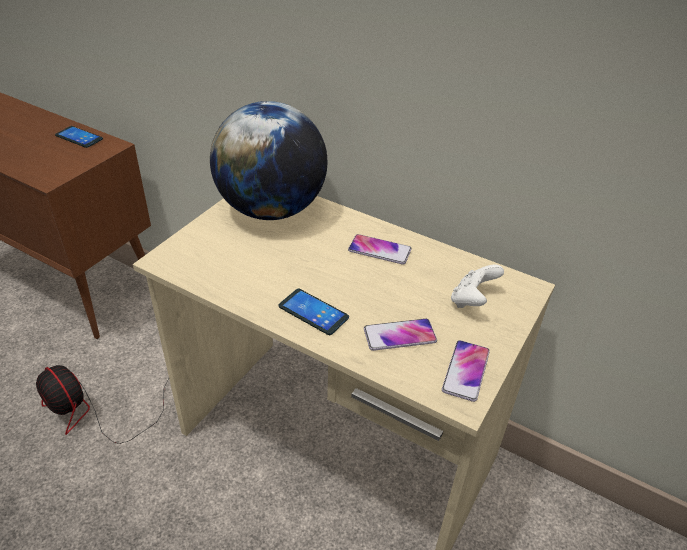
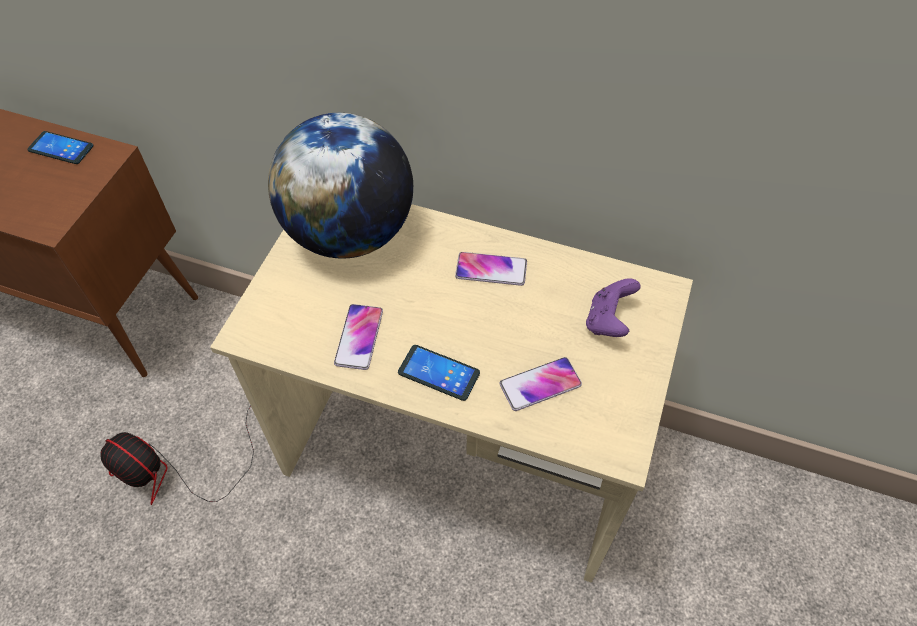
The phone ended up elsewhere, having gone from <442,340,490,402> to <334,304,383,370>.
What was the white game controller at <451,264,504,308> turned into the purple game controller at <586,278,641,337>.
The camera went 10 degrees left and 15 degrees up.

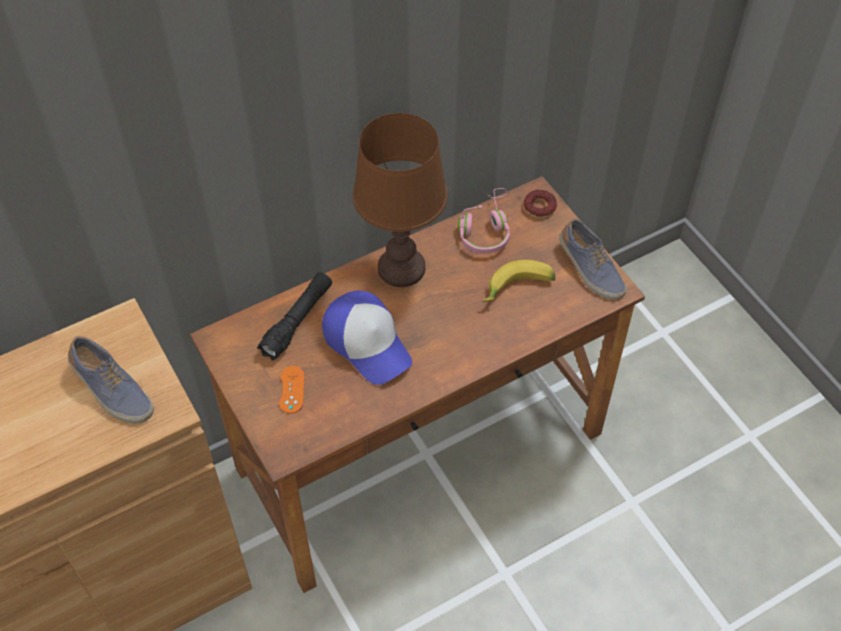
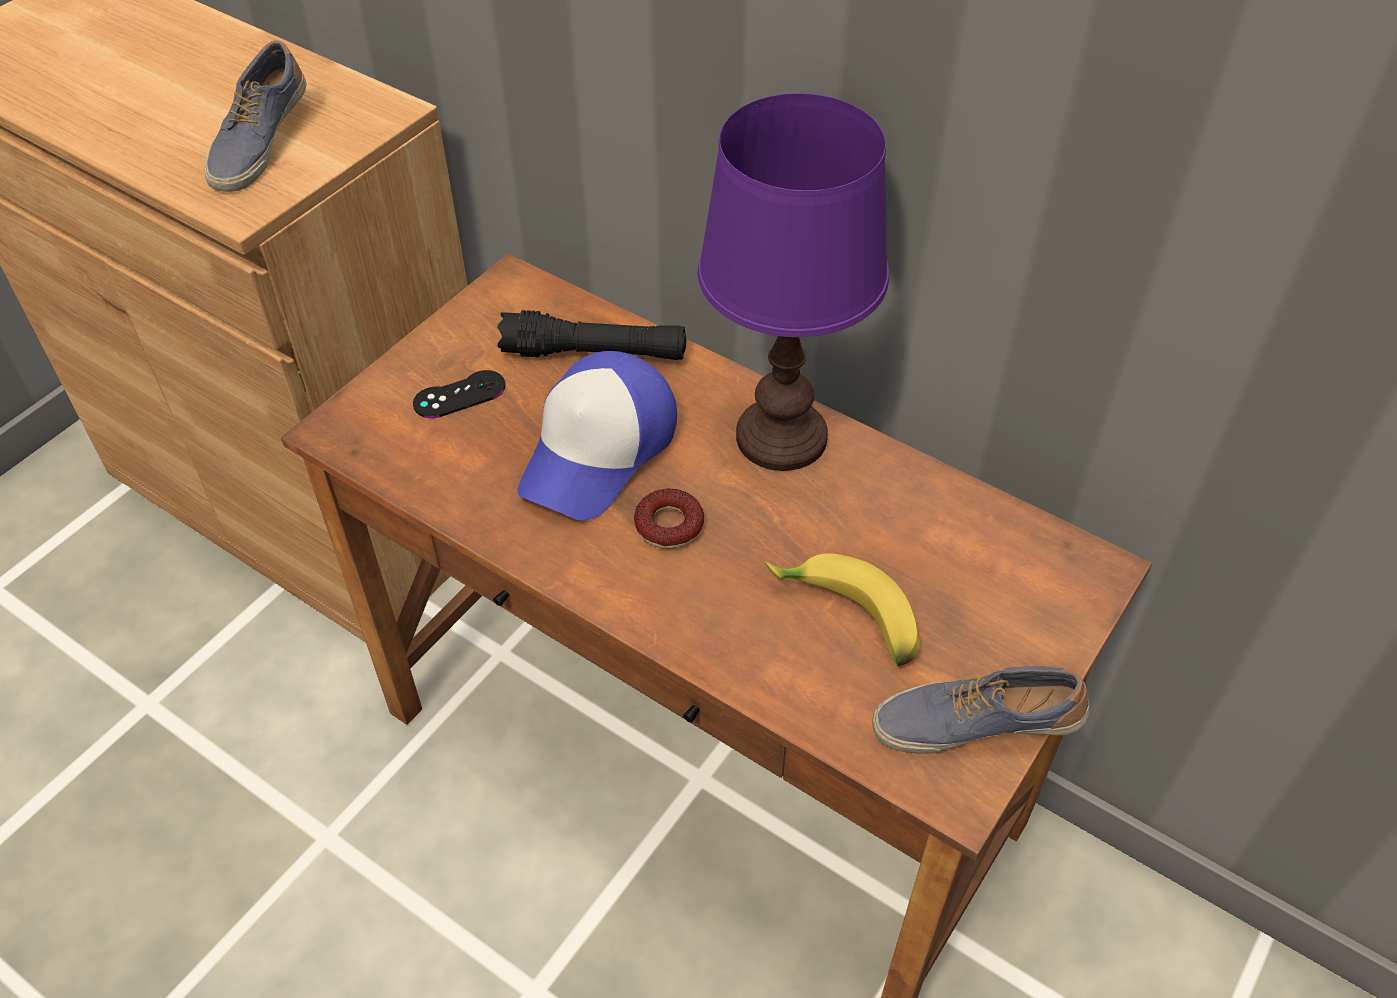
What was the orange game controller at <279,366,305,414> turned into the black game controller at <413,370,505,418>.
What was the brown table lamp at <353,113,448,287> turned into the purple table lamp at <698,93,889,471>.
The second view lost the pink headphones at <458,188,510,254>.
The donut ended up elsewhere, having gone from <523,190,557,218> to <634,488,704,549>.
The shoe at <559,219,627,300> ended up facing another way, 60 degrees clockwise from before.
The camera went 65 degrees right and 5 degrees down.

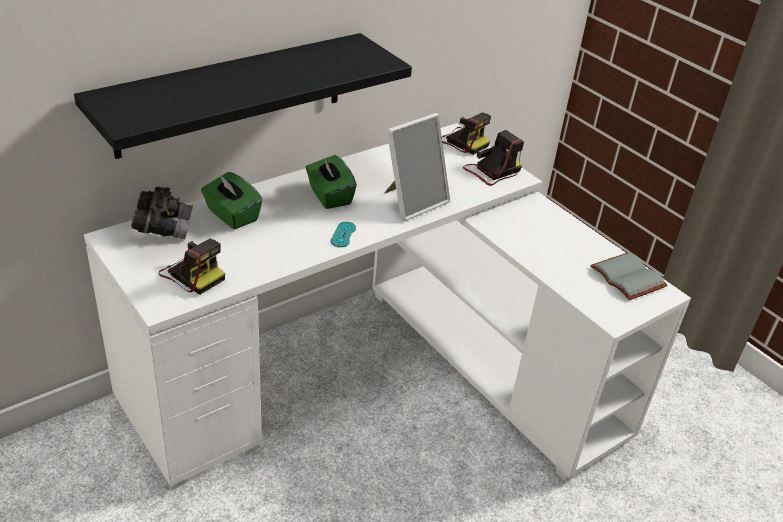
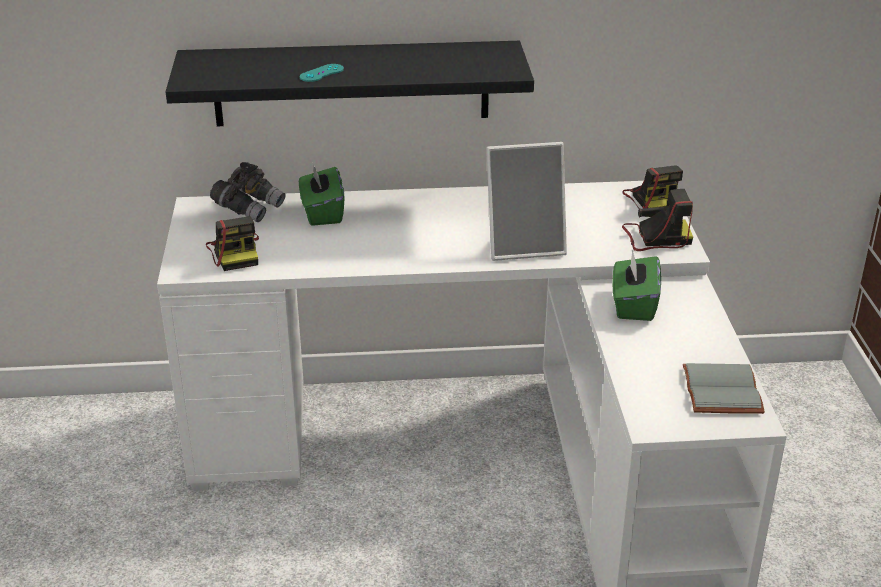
The green tissue box ended up elsewhere, having gone from <305,155,357,209> to <613,250,661,321>.
The turquoise game controller ended up elsewhere, having gone from <331,222,356,247> to <299,64,344,82>.
The camera went 35 degrees right and 5 degrees down.

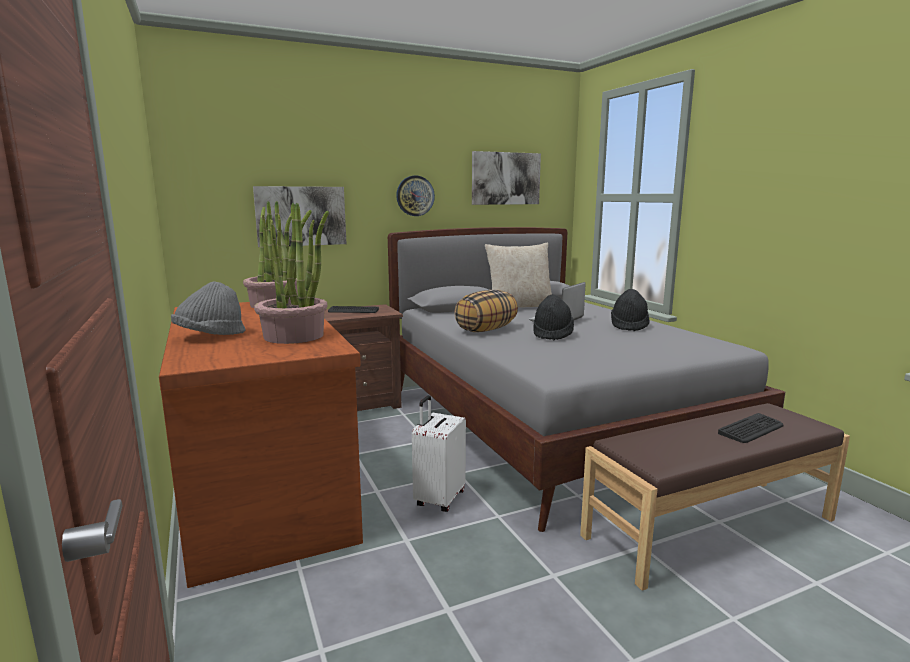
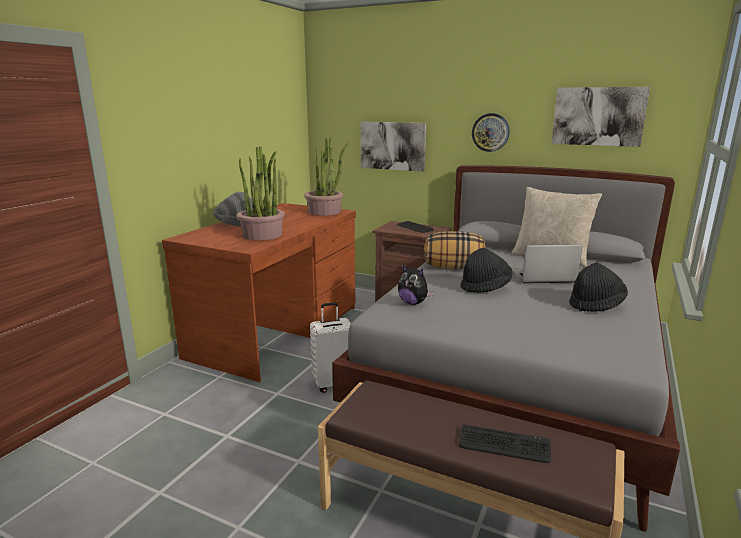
The second view gained the plush toy at <398,265,433,305>.
The camera went 50 degrees right and 5 degrees up.

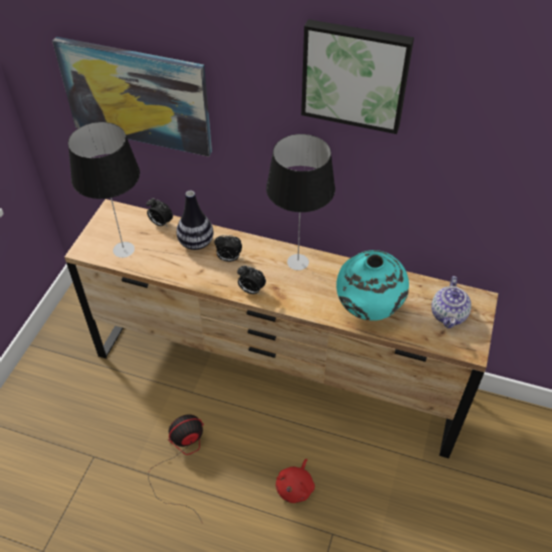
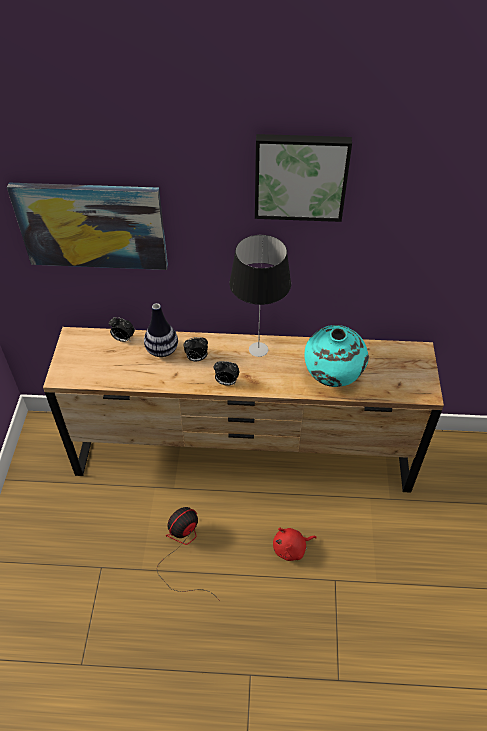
The second view lost the table lamp at <68,122,140,258>.
The red plush toy at <276,459,315,503> ended up facing another way, 60 degrees clockwise from before.
The second view lost the teapot at <431,276,471,328>.
The camera went 15 degrees left and 0 degrees up.

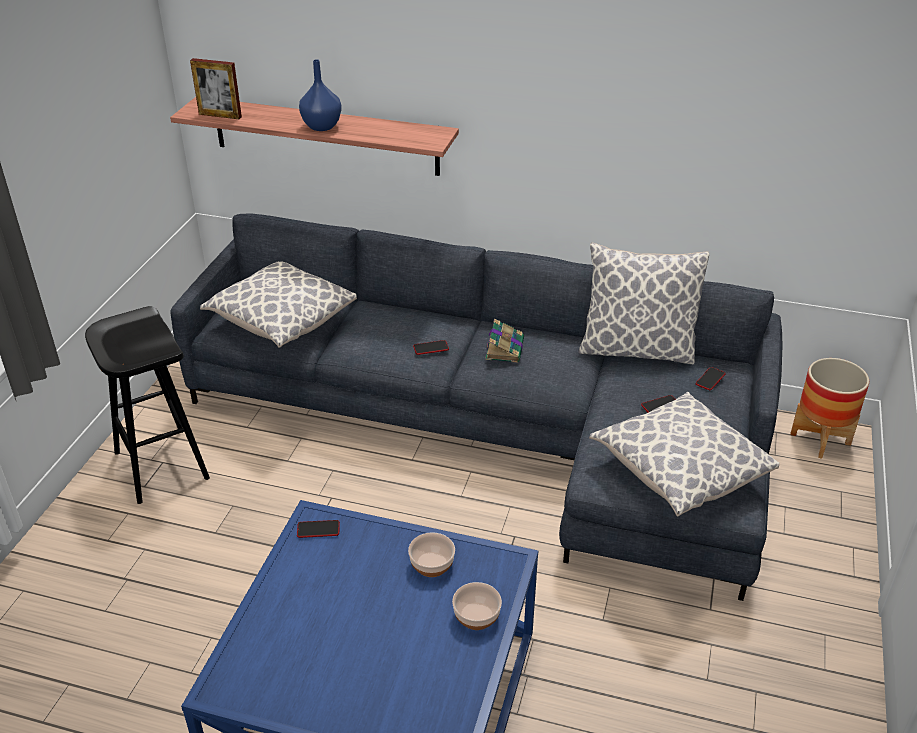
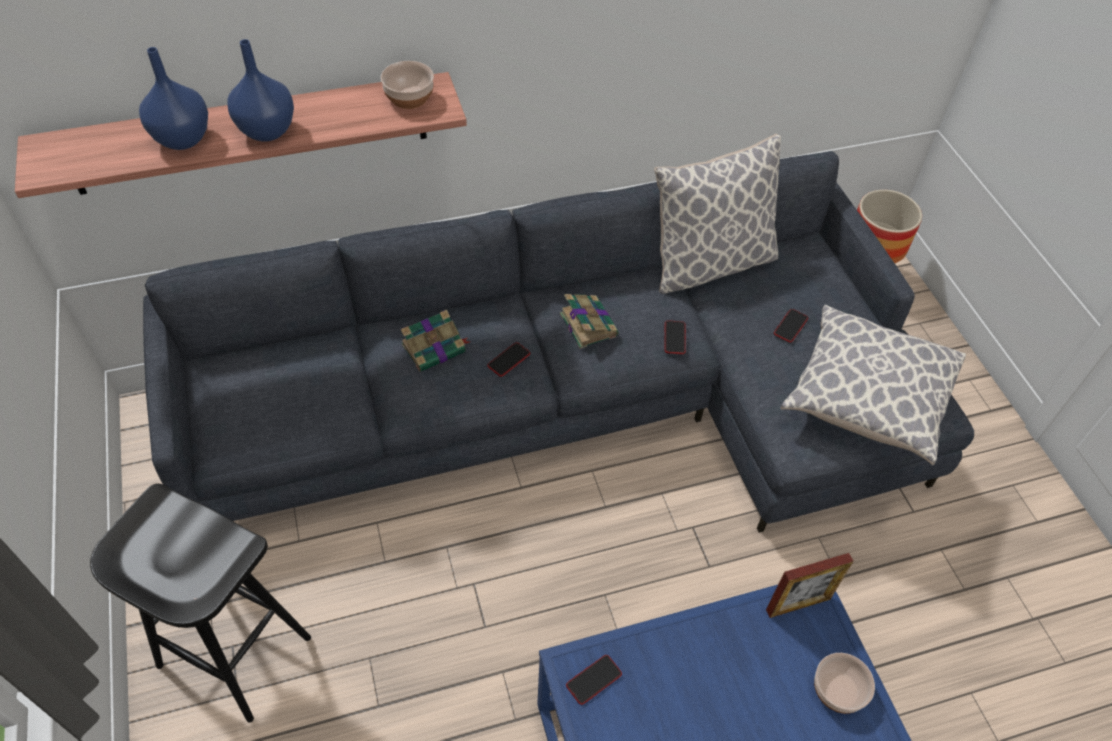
The picture frame ended up elsewhere, having gone from <190,58,242,119> to <766,553,854,618>.
The second view lost the pillow at <200,261,357,348>.
The bowl ended up elsewhere, having gone from <408,532,455,577> to <381,61,434,109>.
The phone ended up elsewhere, having gone from <696,367,725,390> to <664,320,686,354>.
The second view gained the blue vase at <139,47,208,150>.
The second view gained the book at <401,310,470,372>.
The camera went 35 degrees left and 15 degrees up.

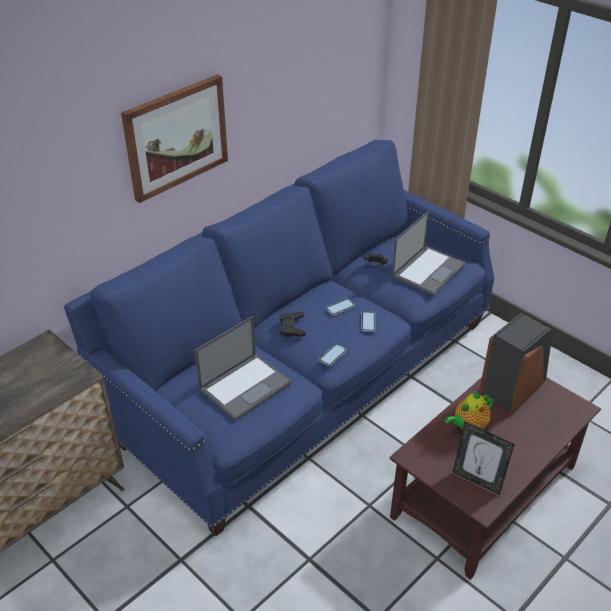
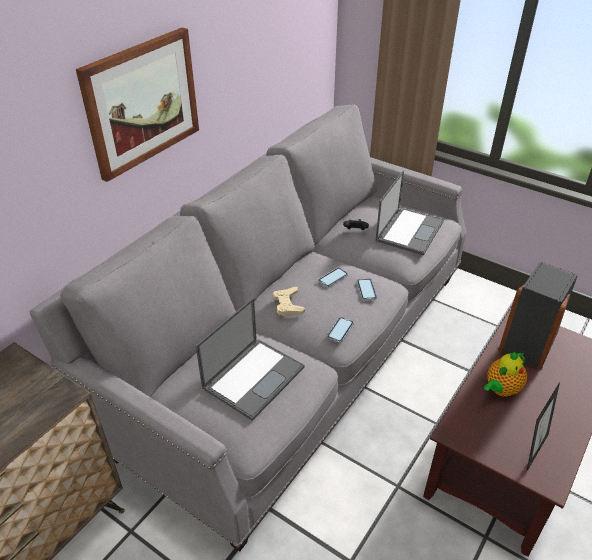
What was the blue sofa at <64,139,494,536> turned into the grey sofa at <29,104,466,552>.
What was the black game controller at <280,311,305,337> turned into the beige game controller at <273,287,305,316>.
The picture frame at <453,422,515,495> ended up facing another way, 75 degrees counterclockwise from before.
The camera went 10 degrees left and 0 degrees up.

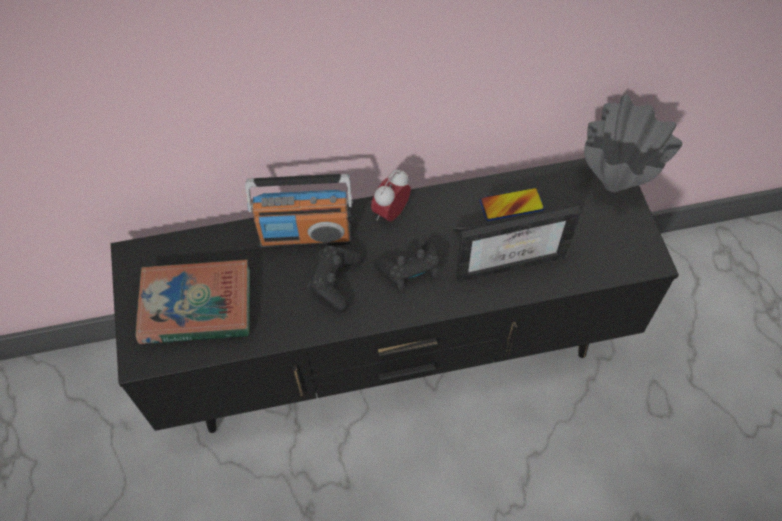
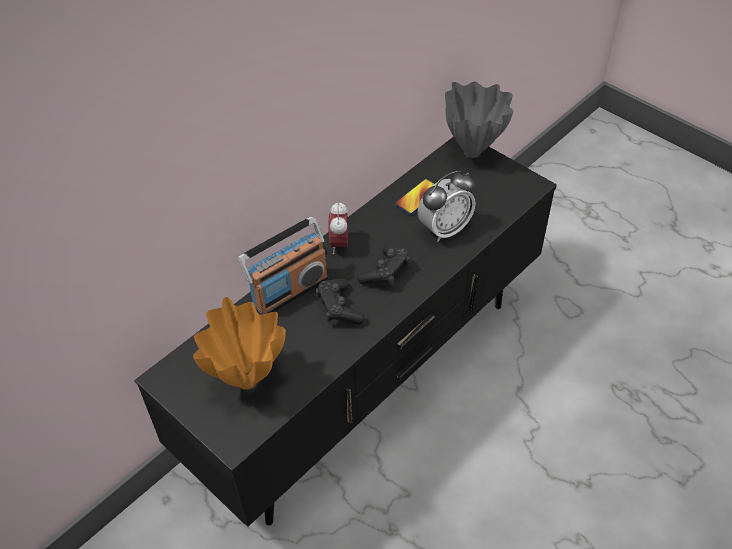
Where the book stood at <136,259,250,344>, the orange vase came to stand at <193,297,286,389>.
Where the picture frame stood at <453,206,581,282>, the alarm clock came to stand at <418,170,476,242>.
The camera went 35 degrees left and 10 degrees down.

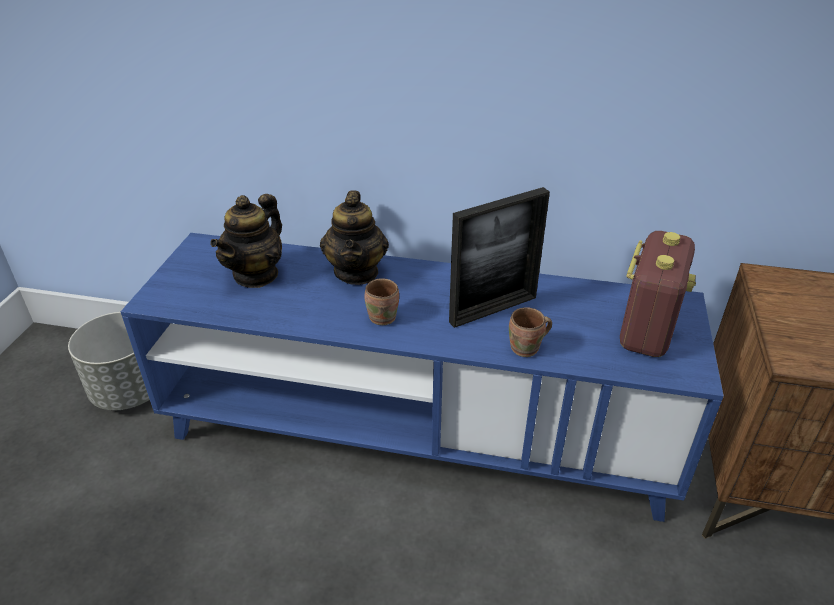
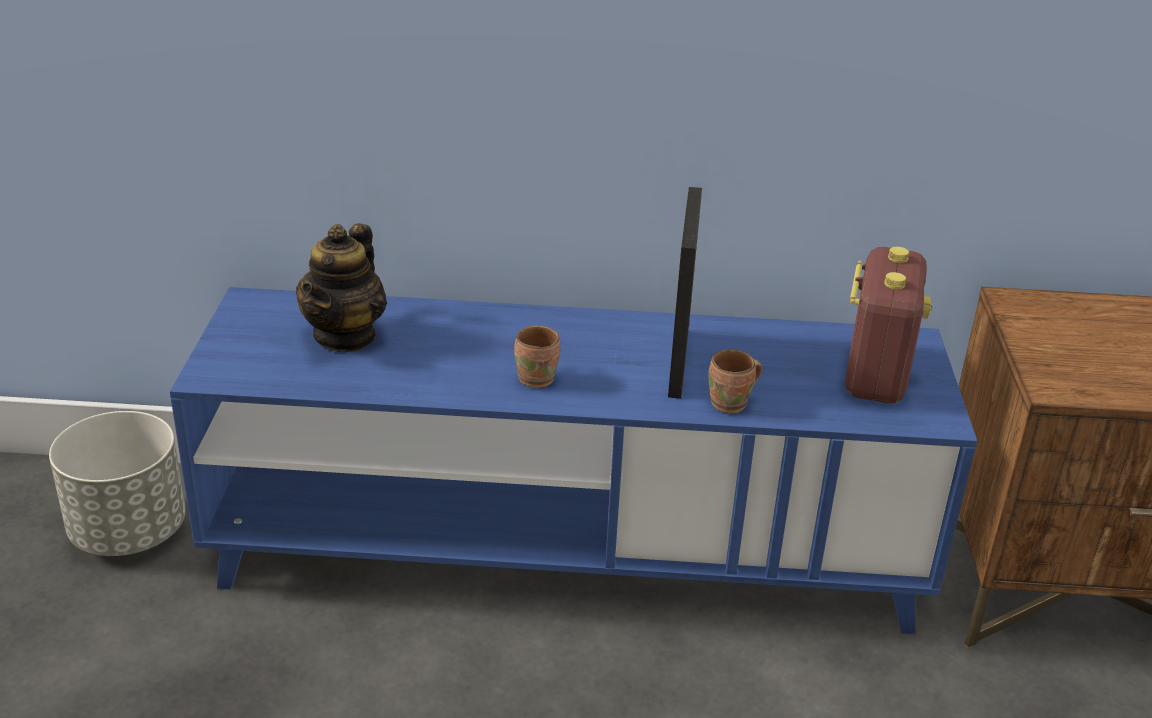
The second view lost the teapot at <320,190,389,285>.
The picture frame at <449,187,550,328> ended up facing another way, 45 degrees counterclockwise from before.
The camera went 10 degrees left and 5 degrees down.

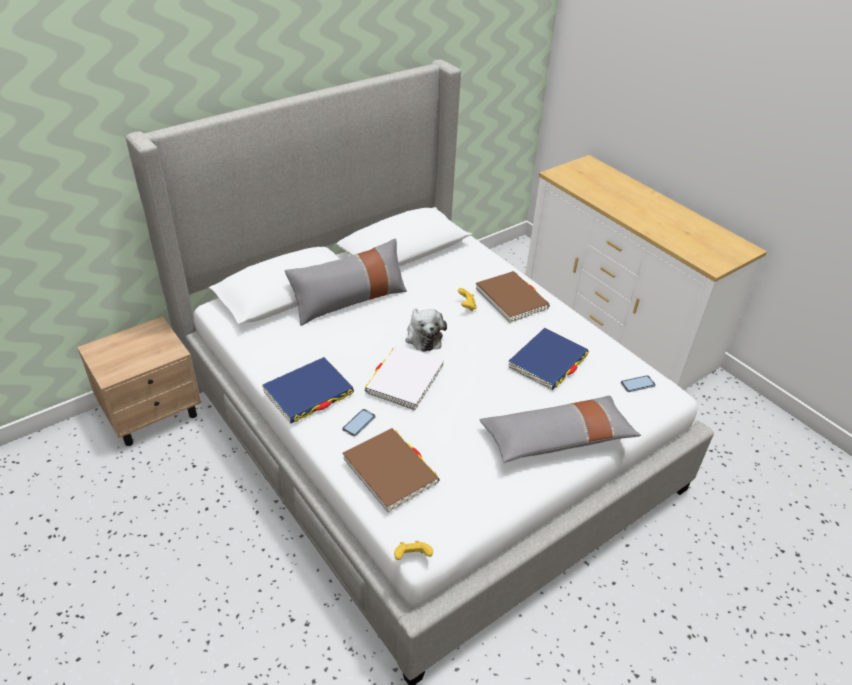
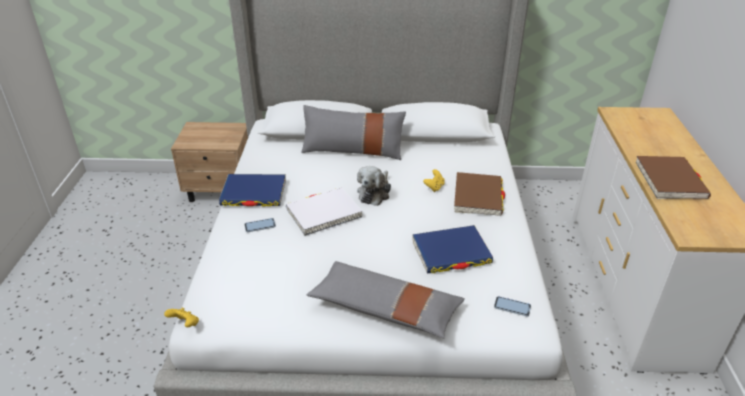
The brown book ended up elsewhere, having gone from <342,428,440,513> to <636,156,711,199>.
The camera went 40 degrees right and 5 degrees down.

